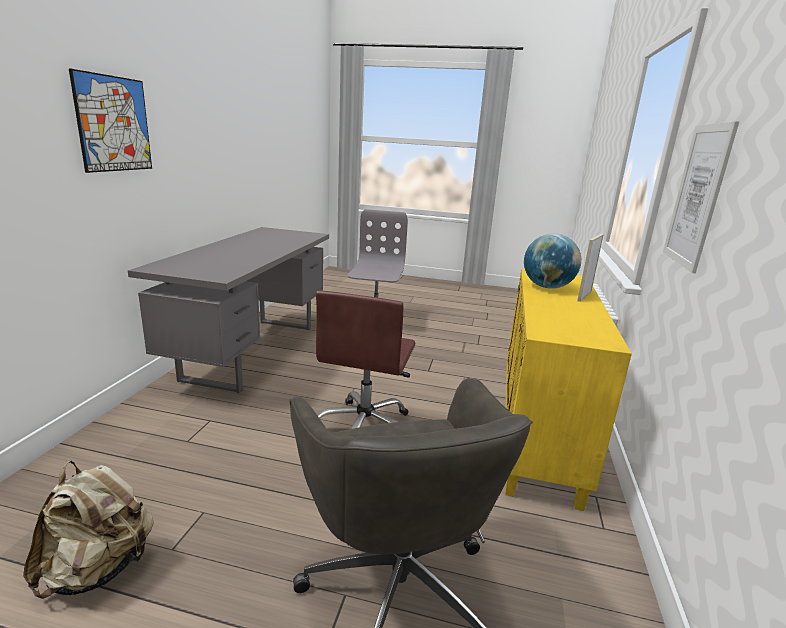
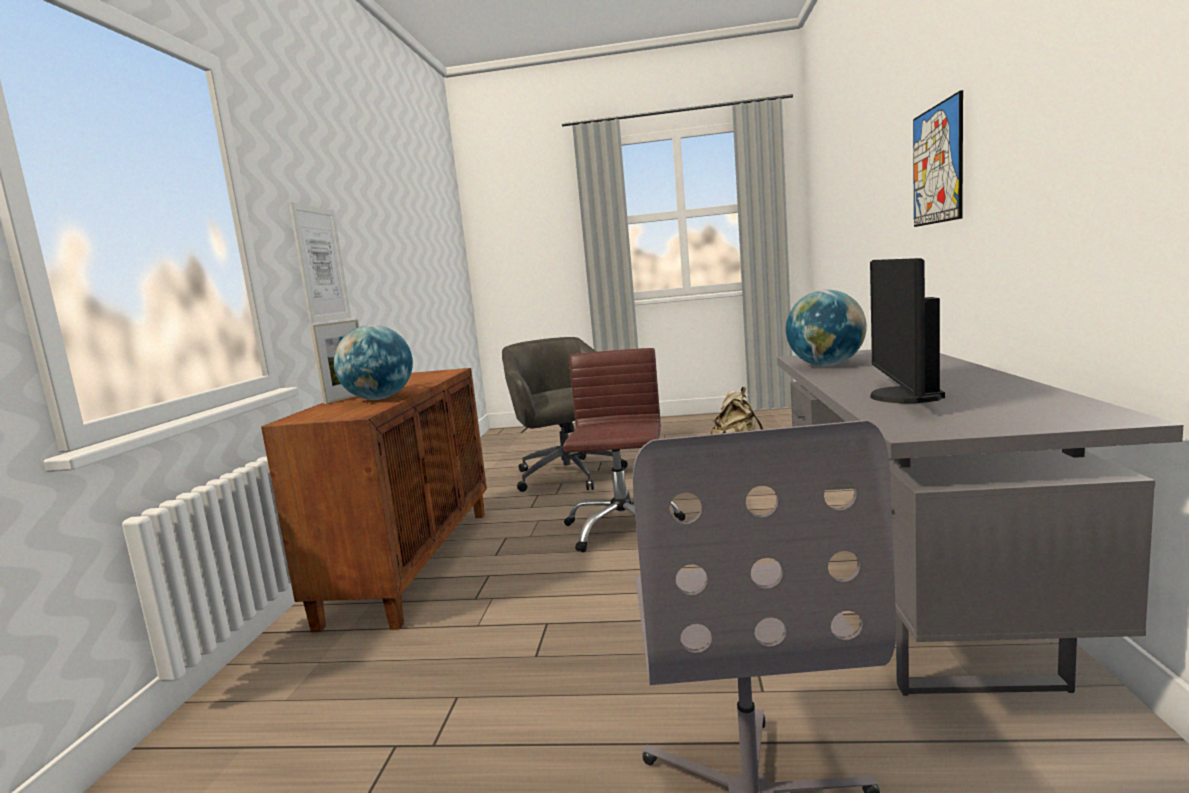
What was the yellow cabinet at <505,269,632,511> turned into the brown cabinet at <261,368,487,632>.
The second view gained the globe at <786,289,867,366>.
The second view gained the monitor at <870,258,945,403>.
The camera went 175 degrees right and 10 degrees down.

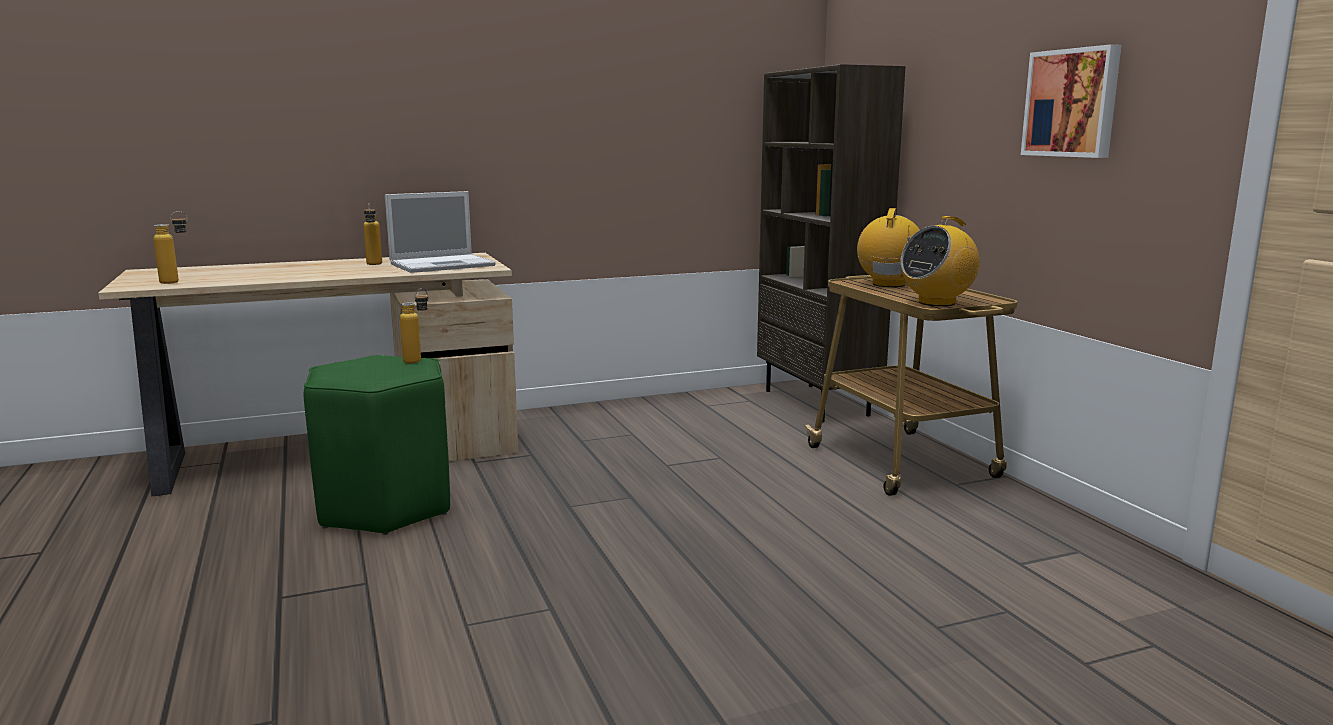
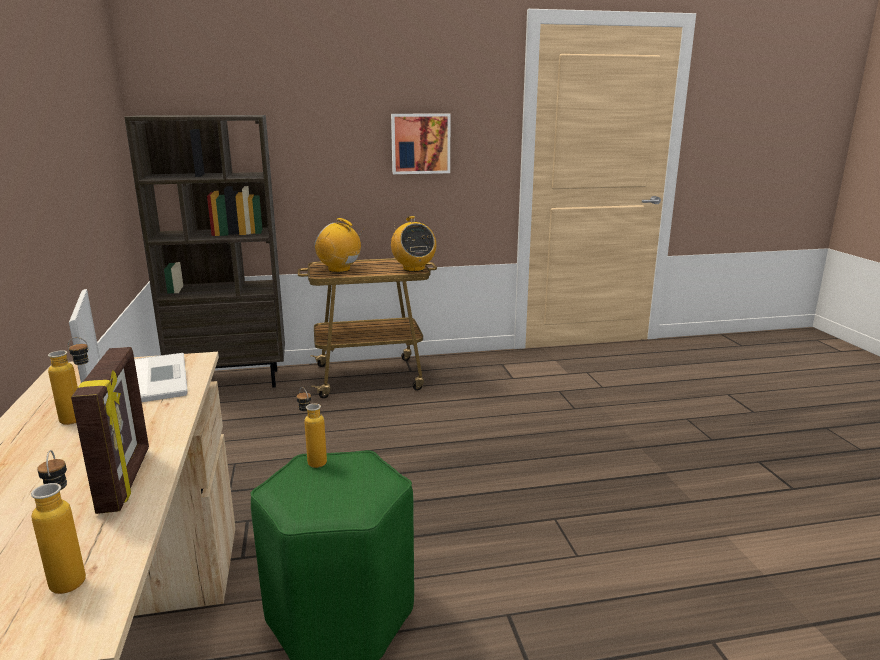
The second view gained the picture frame at <71,347,149,514>.
The camera went 80 degrees left and 5 degrees up.

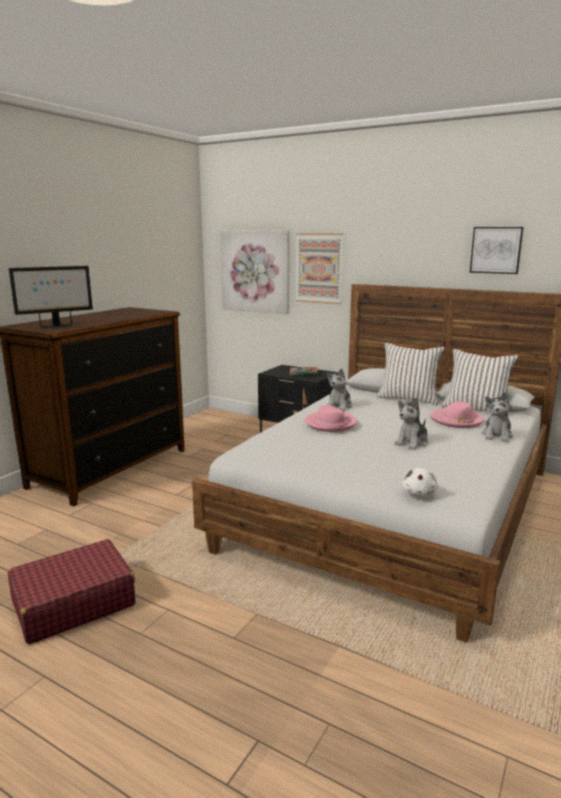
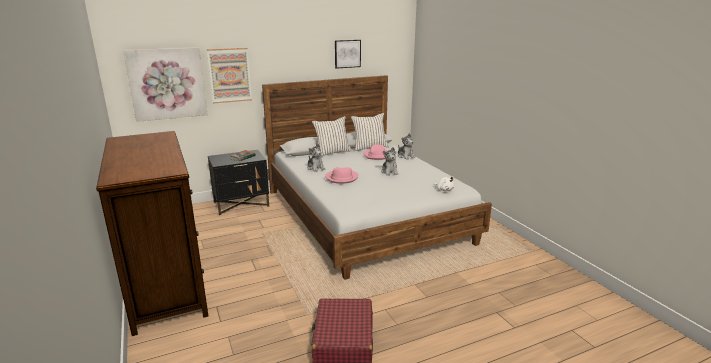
The second view lost the monitor at <9,266,93,328>.
The camera went 55 degrees left and 5 degrees up.

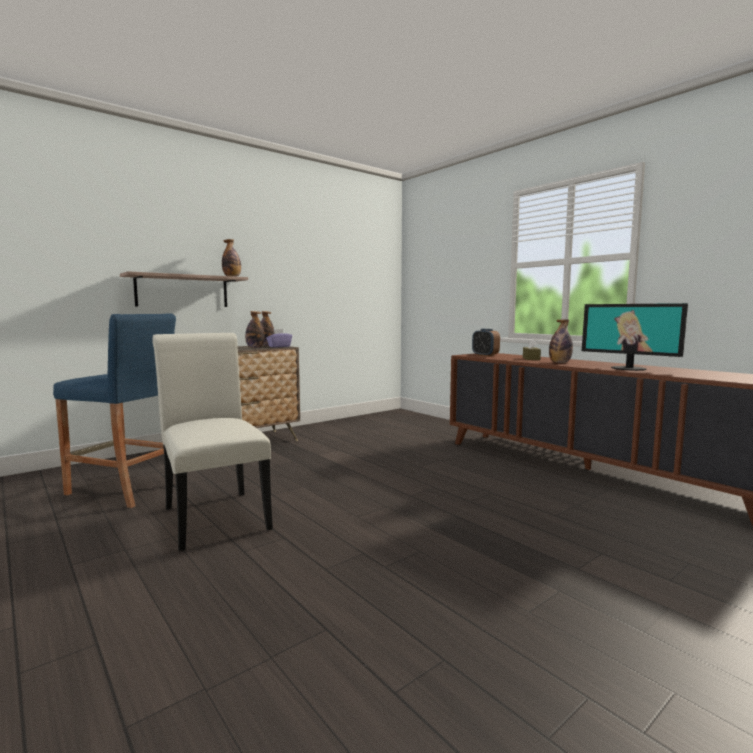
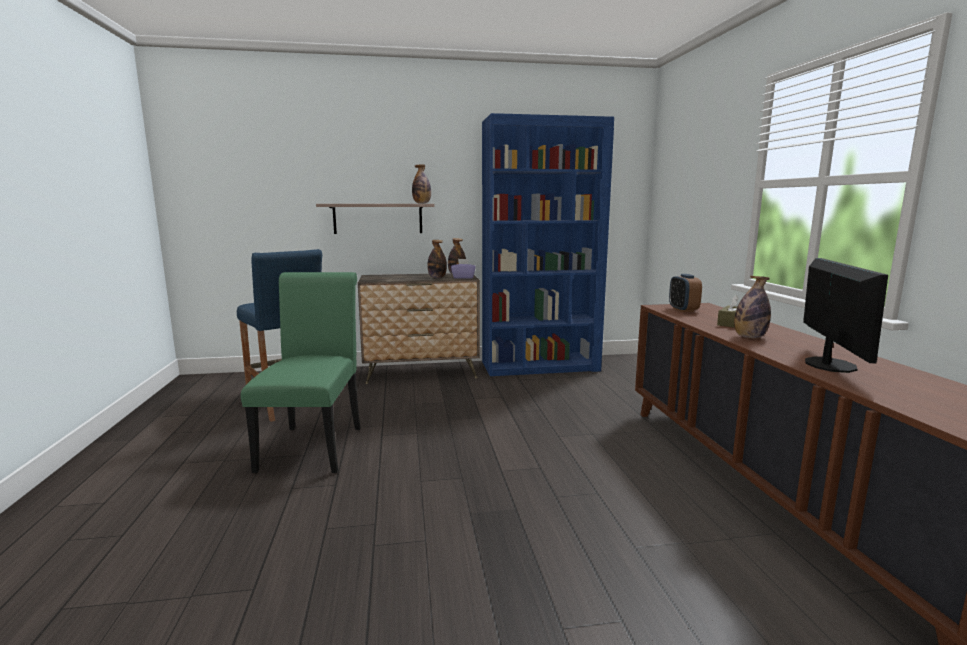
What was the white chair at <152,333,273,551> turned into the green chair at <241,272,361,473>.
The monitor at <582,303,688,371> ended up facing another way, 150 degrees counterclockwise from before.
The second view gained the blue bookcase at <482,113,614,376>.
The camera went 30 degrees right and 5 degrees up.

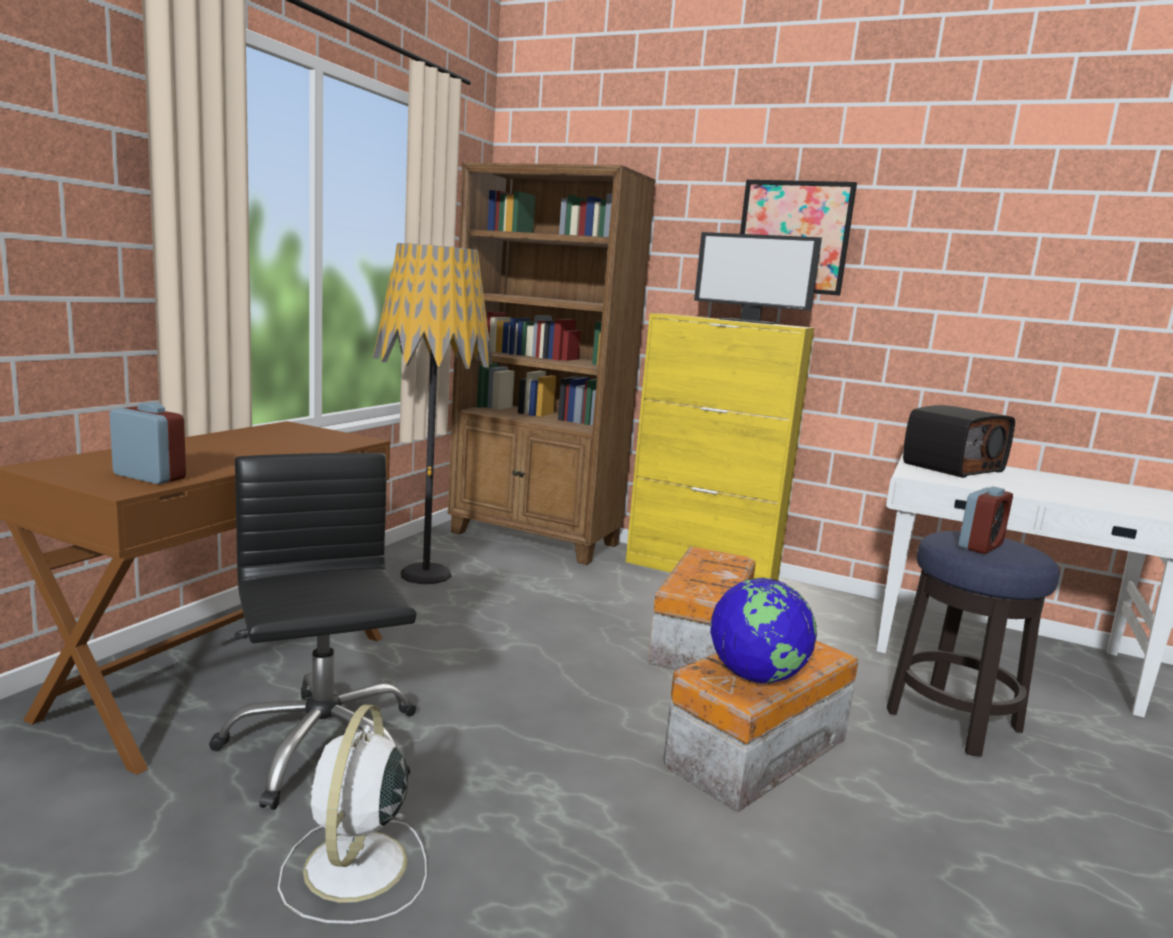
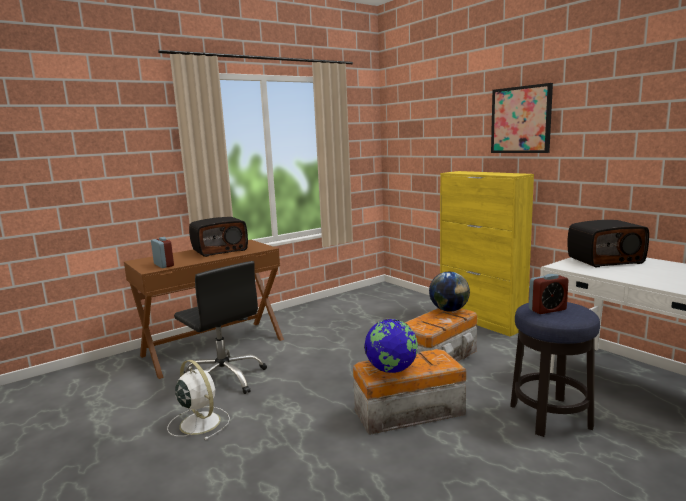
The black office chair at <209,453,416,810> ended up facing another way, 135 degrees clockwise from before.
The white fan at <278,704,427,924> ended up facing another way, 105 degrees clockwise from before.
The second view lost the floor lamp at <373,243,493,584>.
The second view lost the brown bookcase at <448,163,656,565>.
The second view lost the monitor at <694,232,822,324>.
The second view gained the radio at <189,217,248,257>.
The second view gained the globe at <429,272,470,312>.
The camera went 30 degrees right and 0 degrees up.

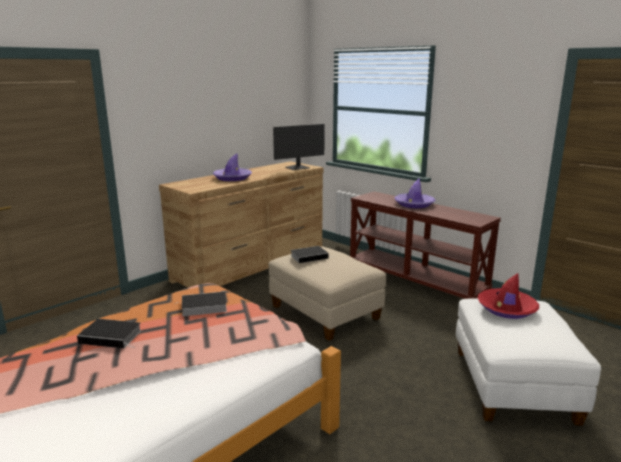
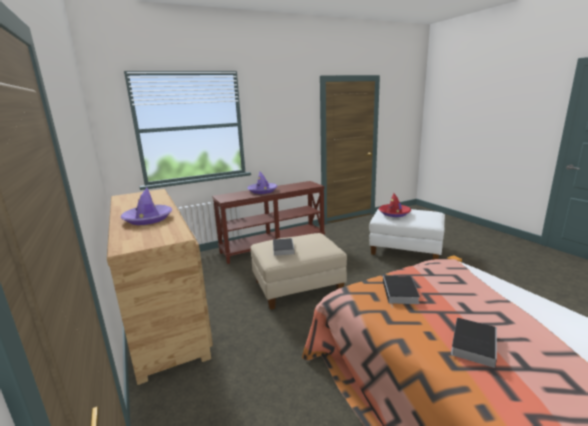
The second view lost the monitor at <273,124,325,170>.
The camera went 70 degrees left and 0 degrees up.

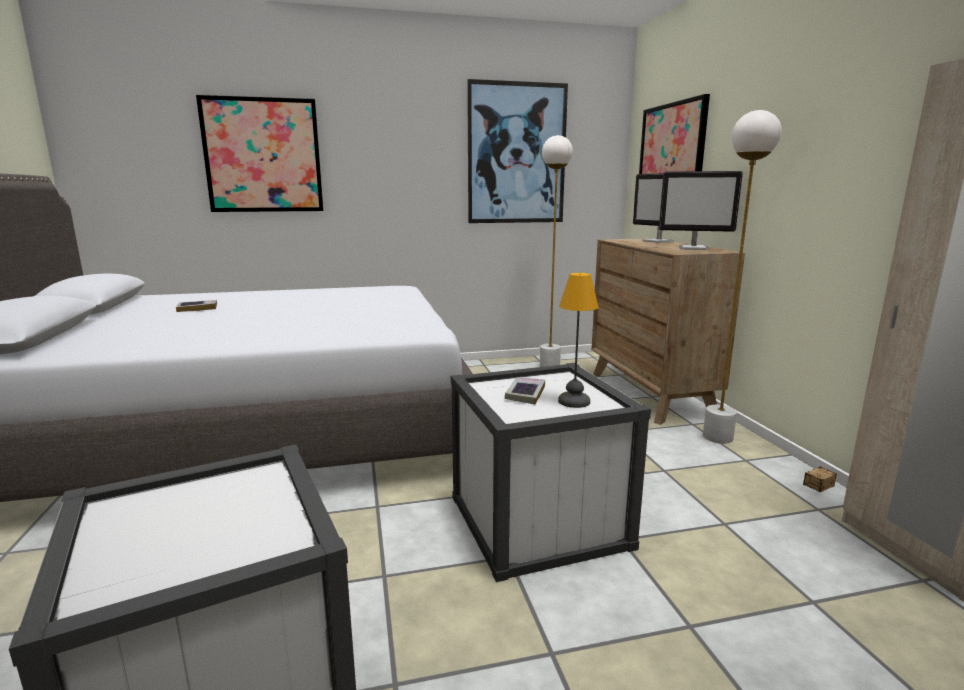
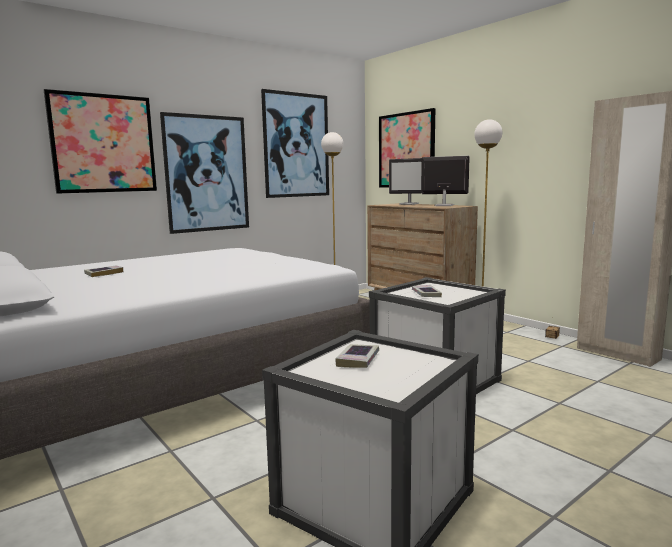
The second view lost the table lamp at <558,273,599,408>.
The monitor at <659,171,743,250> ended up facing another way, 150 degrees counterclockwise from before.
The second view gained the picture at <160,112,249,234>.
The second view gained the book at <335,344,379,368>.
The camera went 25 degrees left and 5 degrees down.

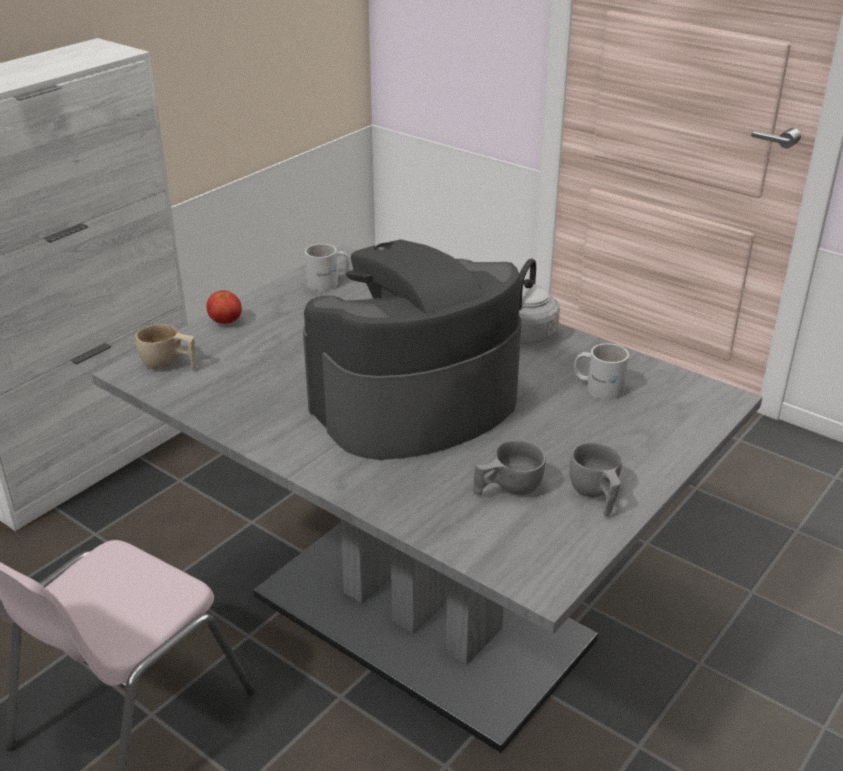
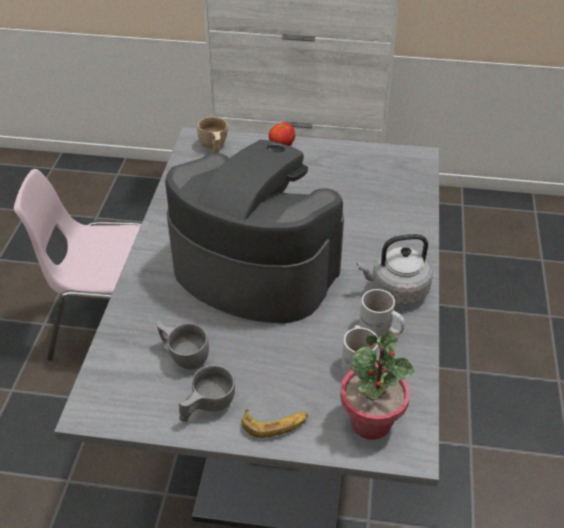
The white mug ended up elsewhere, having gone from <305,244,350,291> to <359,289,405,339>.
The second view gained the banana at <242,409,308,438>.
The second view gained the potted plant at <340,331,415,440>.
The camera went 60 degrees right and 10 degrees up.

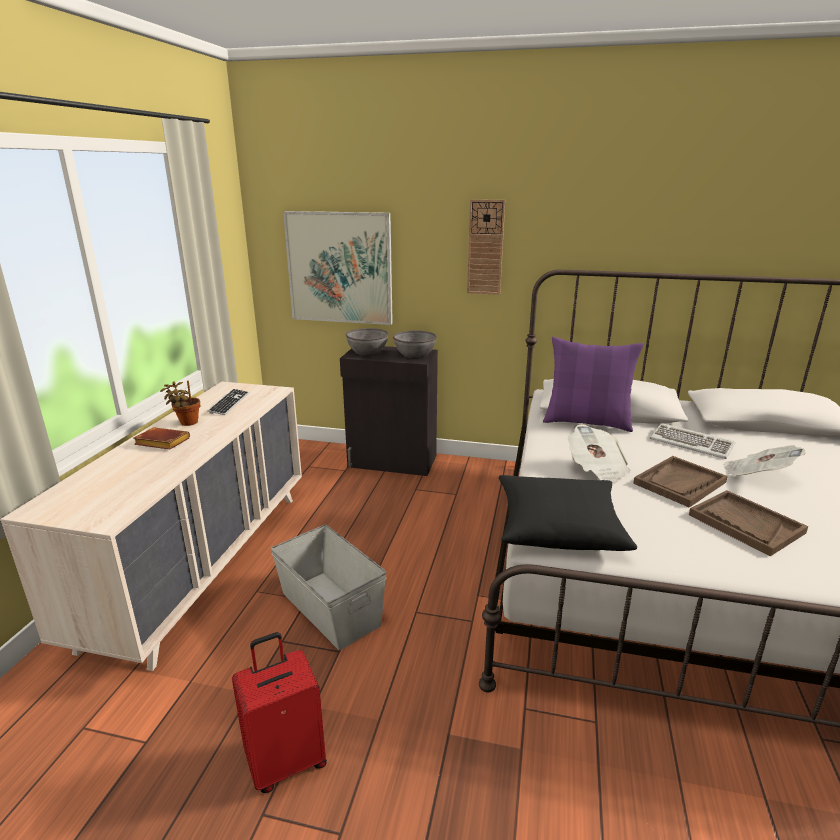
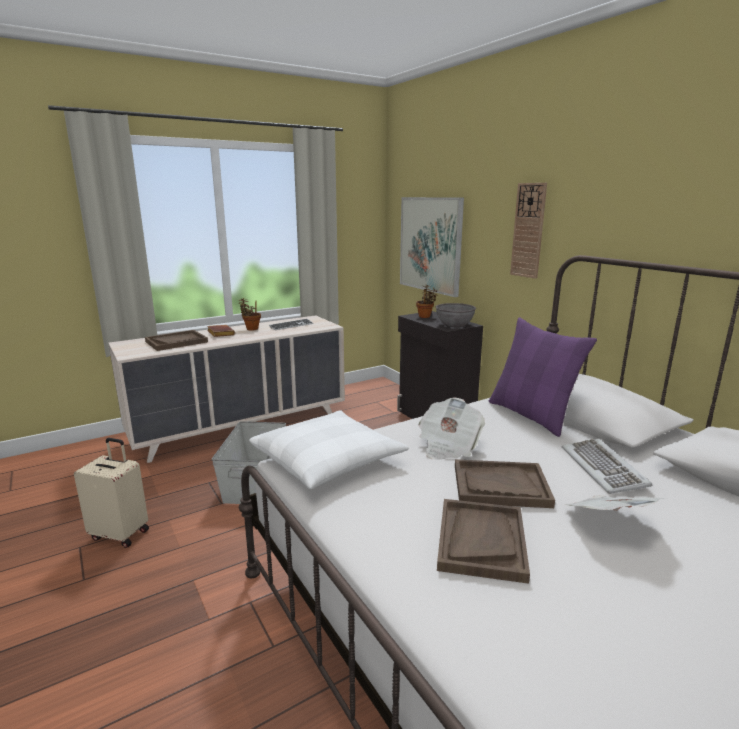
What was the red suitcase at <232,632,327,793> turned into the beige suitcase at <74,438,149,548>.
Where the grey bowl stood at <345,328,389,356>, the potted plant came to stand at <416,285,438,318>.
What was the black pillow at <499,475,637,551> turned into the white pillow at <249,410,409,489>.
The second view gained the brown tray at <145,330,208,351>.
The camera went 45 degrees right and 5 degrees down.

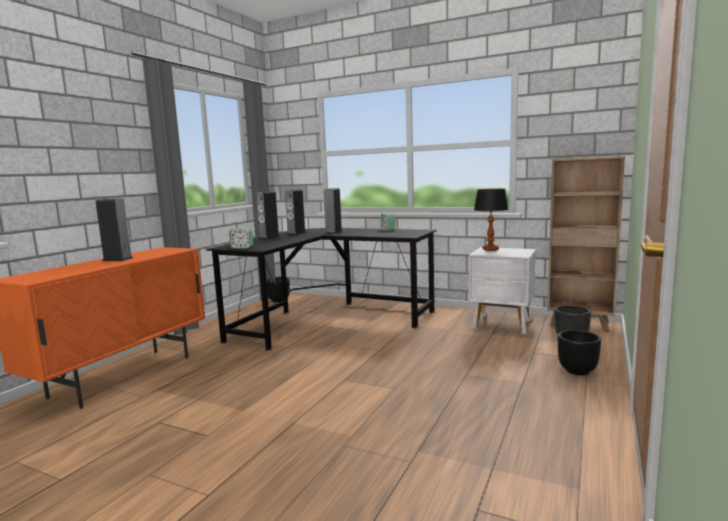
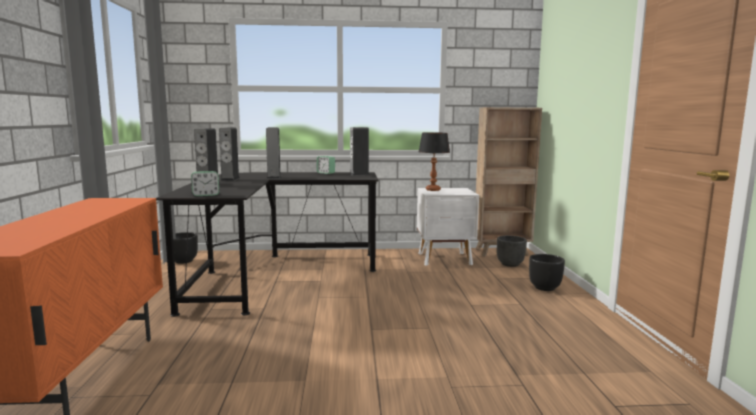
The speaker ended up elsewhere, having gone from <96,198,133,261> to <349,127,370,176>.
The camera went 30 degrees left and 0 degrees up.

